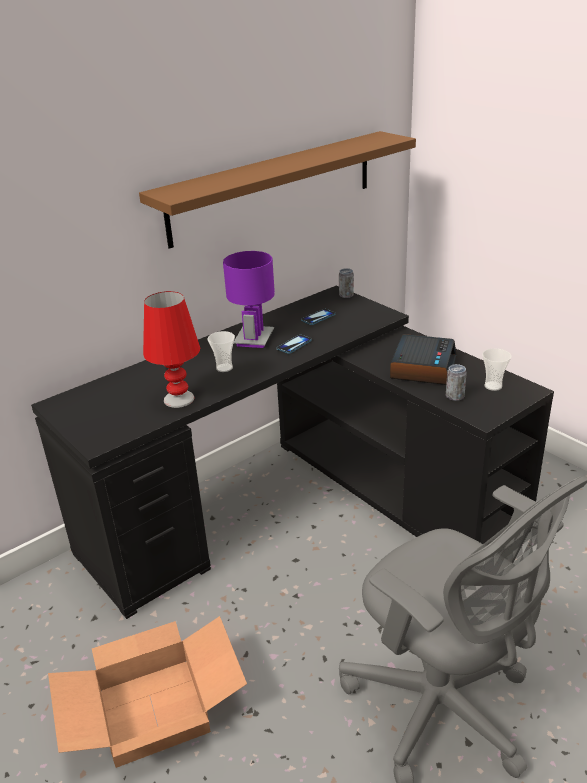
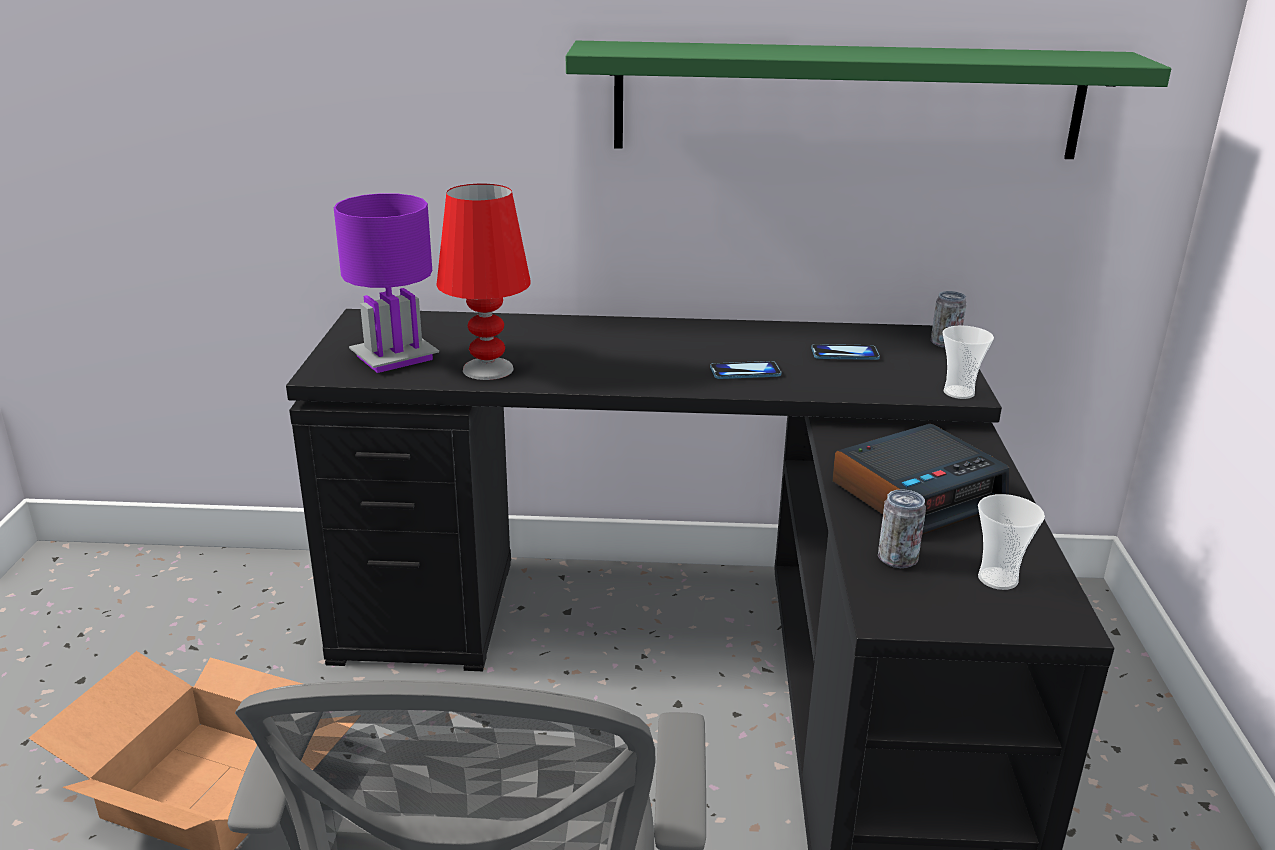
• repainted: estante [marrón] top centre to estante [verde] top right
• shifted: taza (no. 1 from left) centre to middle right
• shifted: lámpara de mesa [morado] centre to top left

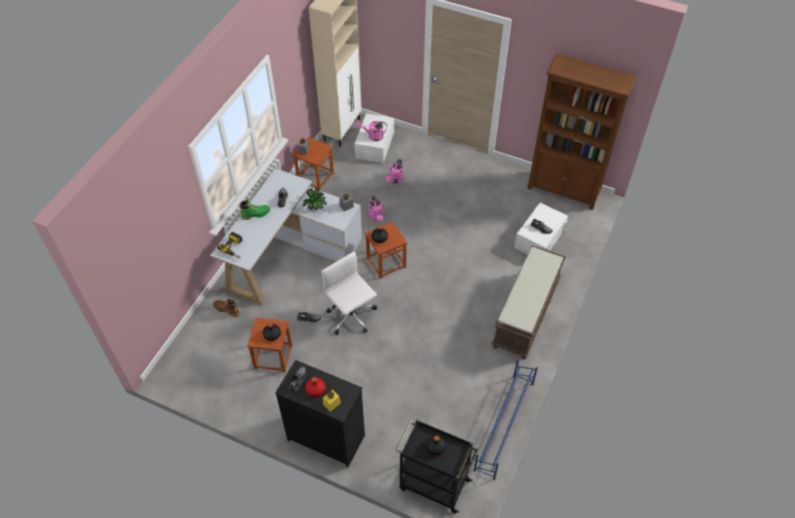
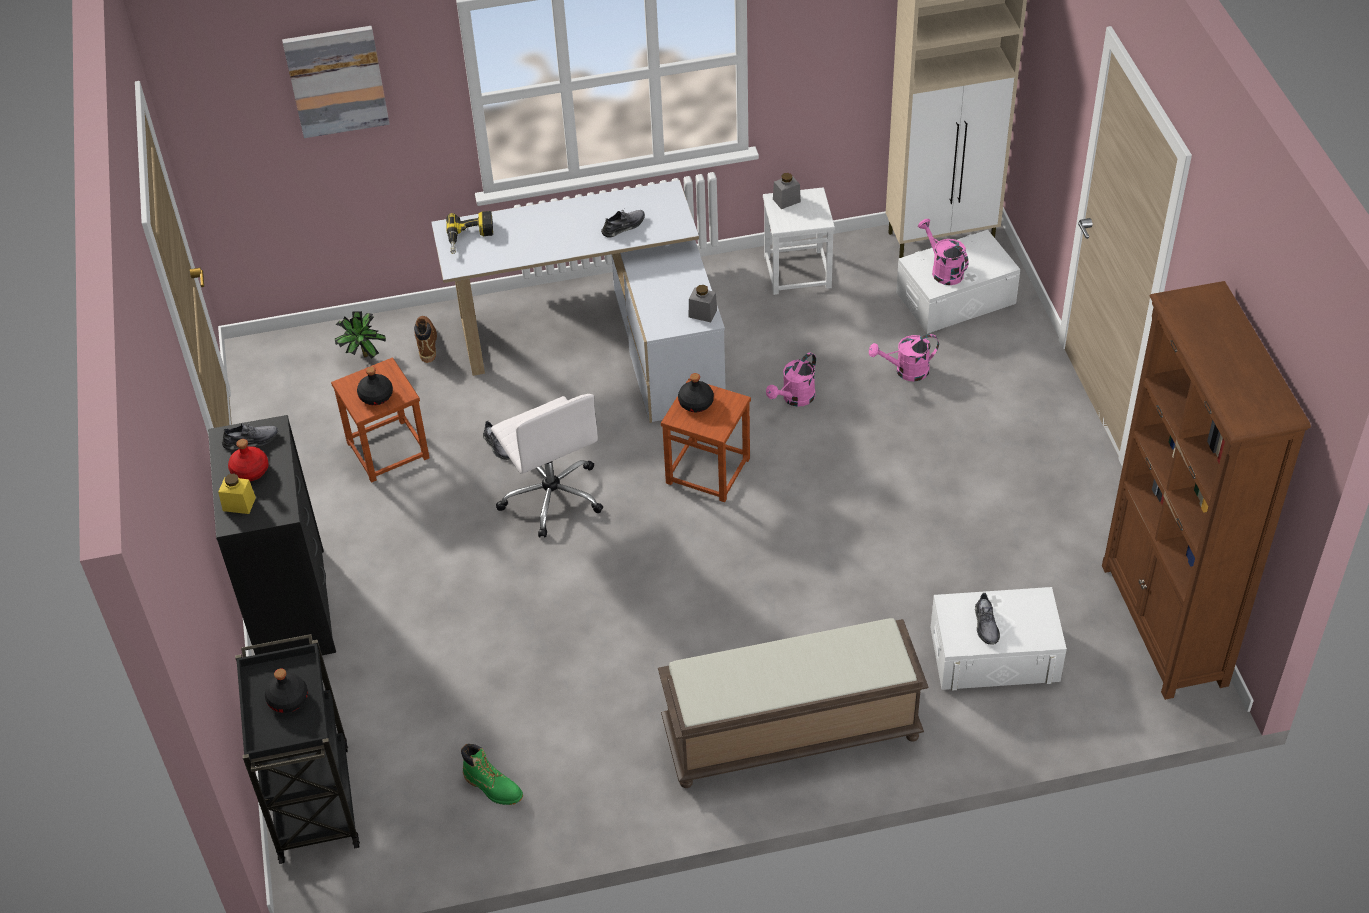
• shifted: bota [verde] middle left to bottom centre
• repainted: taburete [marrón] (no. 2 from left) top centre to taburete [blanco] top centre
• shifted: planta en maceta centre to middle left
• rotated: silla de oficina [blanco] centre = centre 135 degrees clockwise
• gone: zapatero [azul] bottom centre
• new: cuadro top left

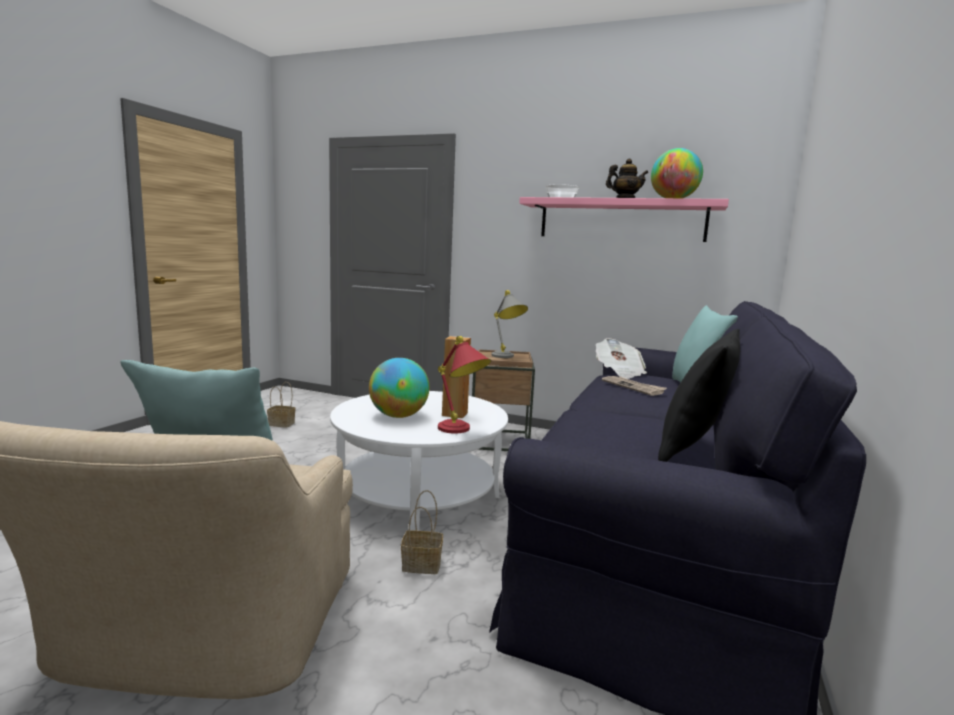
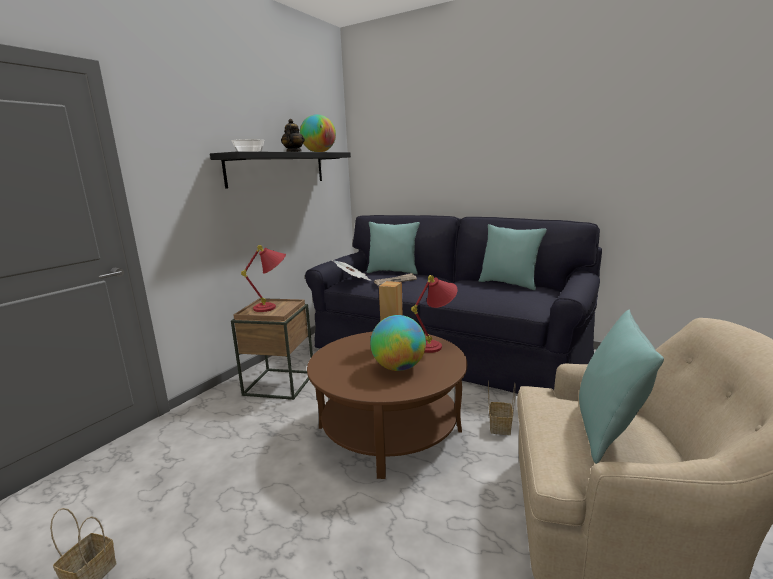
• repainted: mesa de centro [blanco] centre to mesa de centro [marrón] bottom centre
• repainted: lámpara de mesa [gris] centre to lámpara de mesa [rojo] (no. 1 from left) centre
• repainted: estante [rosa] top centre to estante [negro] top centre
• repainted: cojín [negro] middle right to cojín [turquesa] (no. 2 from left) centre

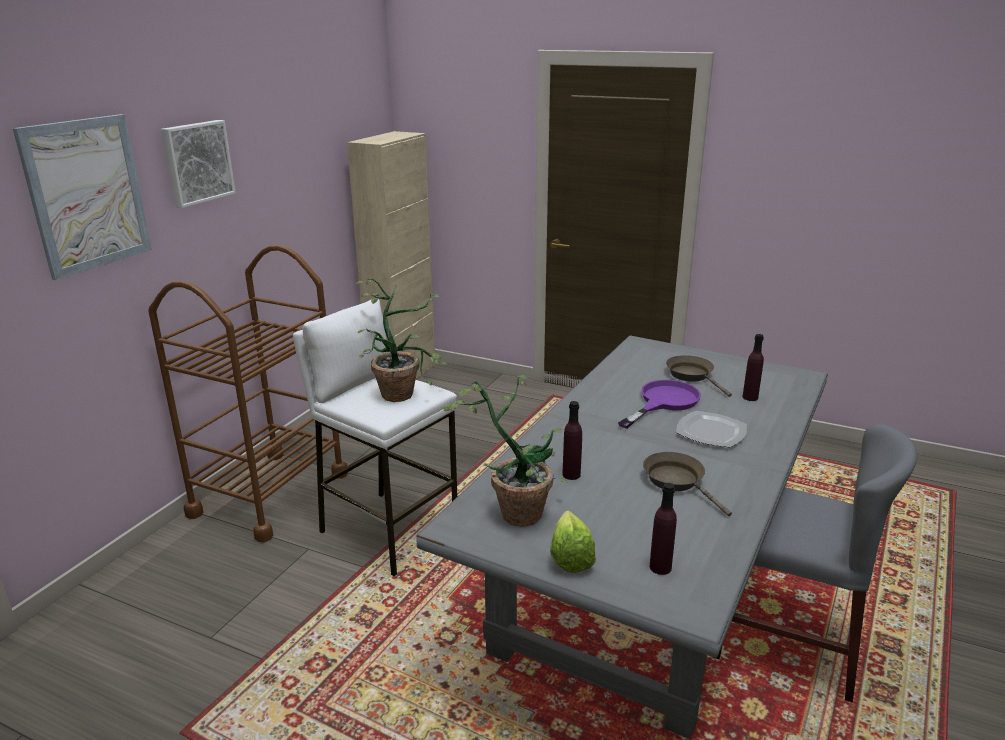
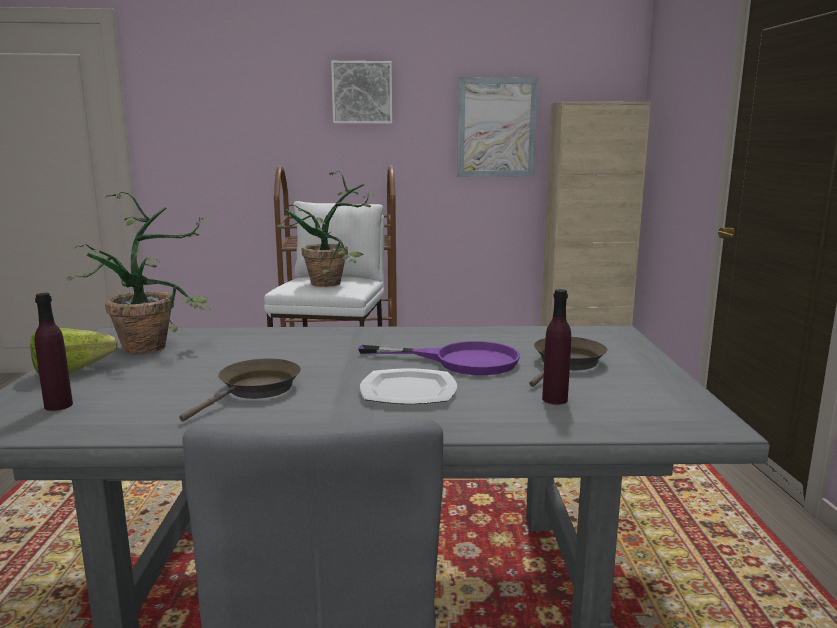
• shifted: cuadro (no. 1 from left in the first image) top left to cuadro (no. 2 from left) top centre
• gone: botella [morado] (no. 1 from left) centre

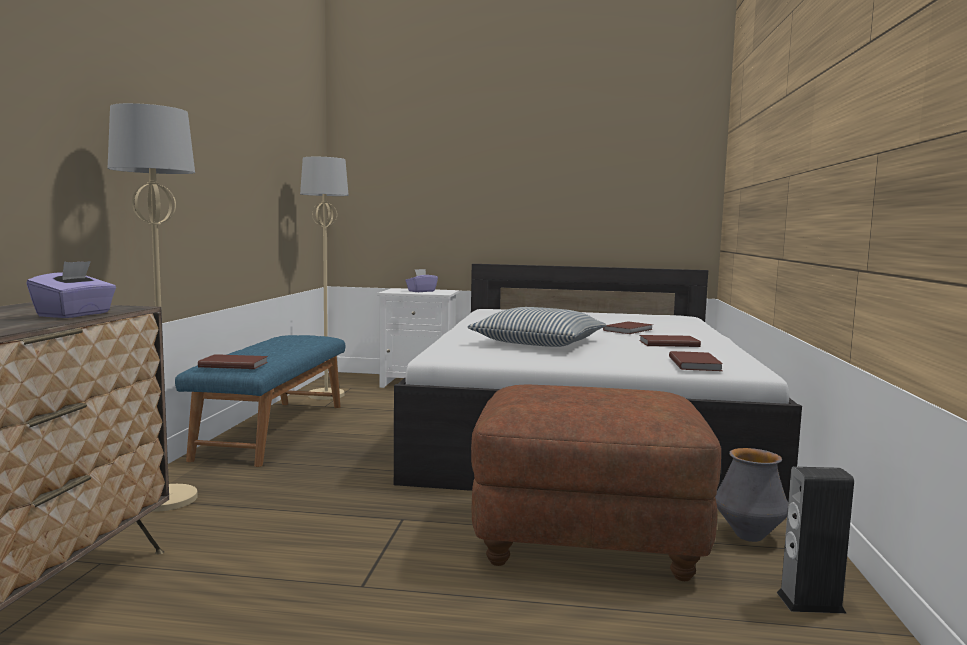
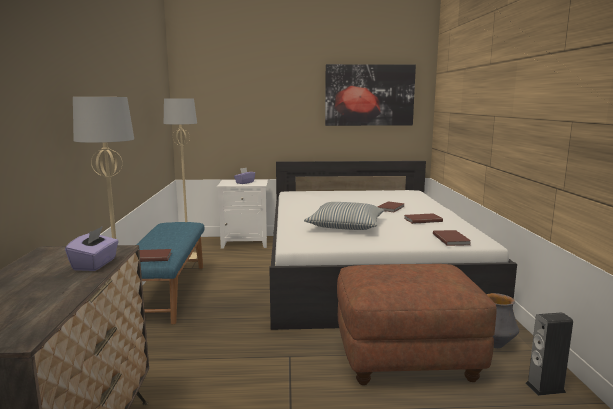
• new: cuadro top centre

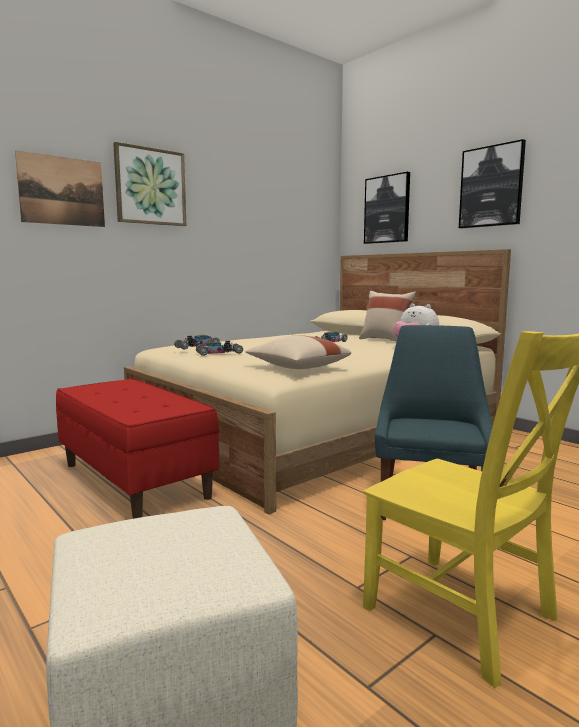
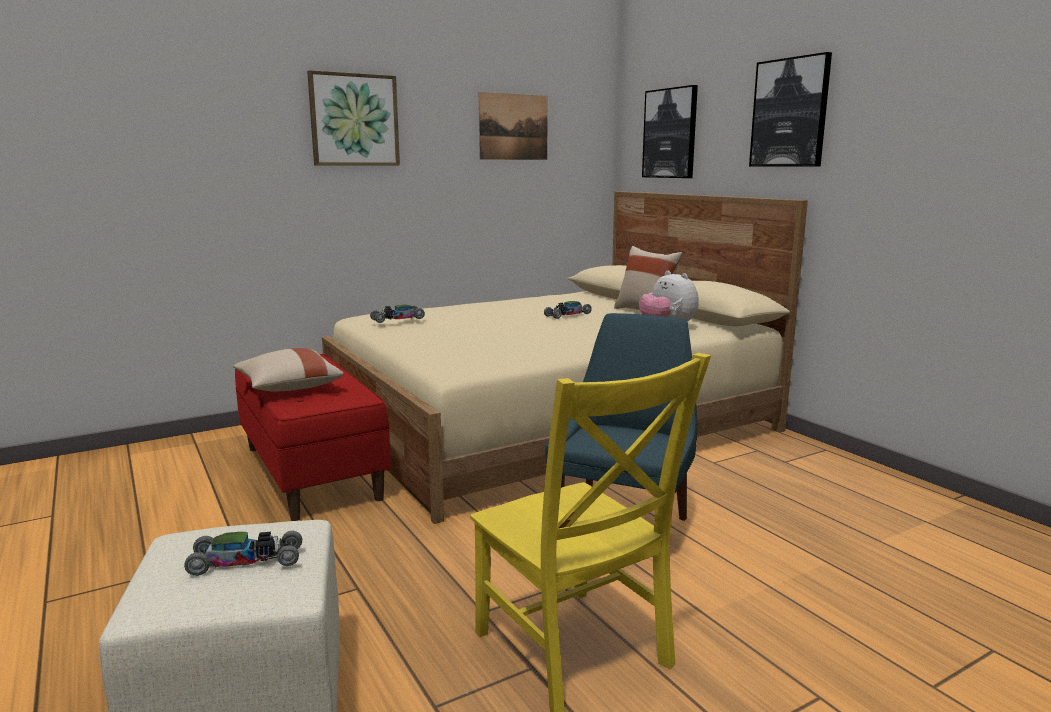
• shifted: cuadro (no. 1 from left in the first image) top left to cuadro (no. 2 from left) top centre
• shifted: coche de juguete (no. 2 from left in the first image) centre to coche de juguete (no. 1 from left) bottom left
• shifted: cojín [beis] (no. 1 from left) centre to middle left

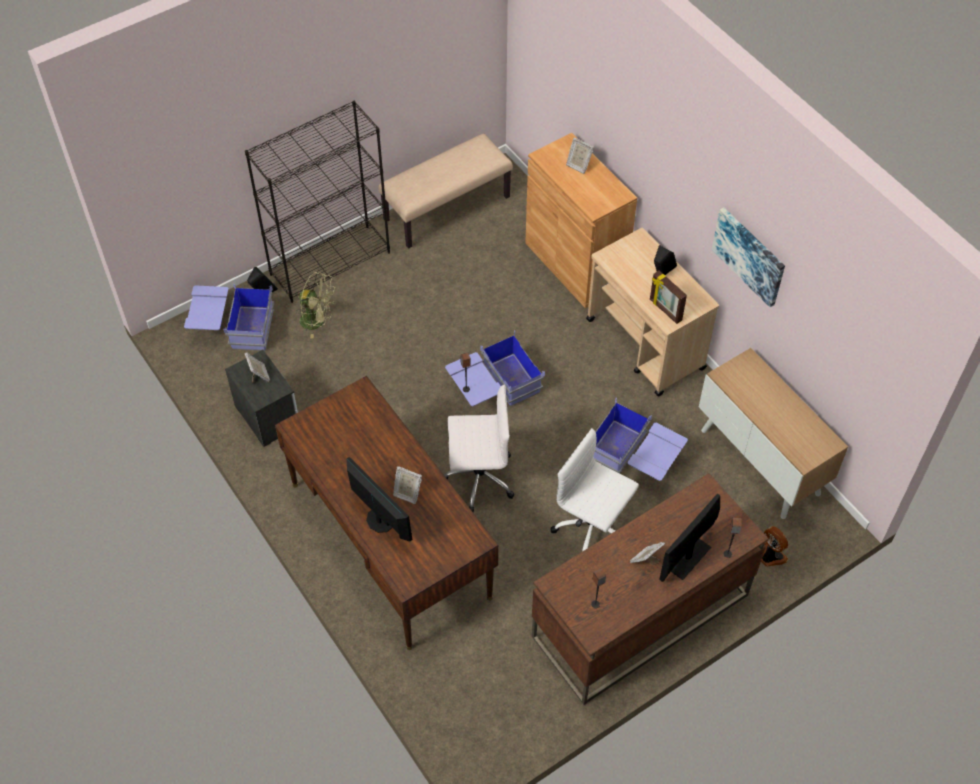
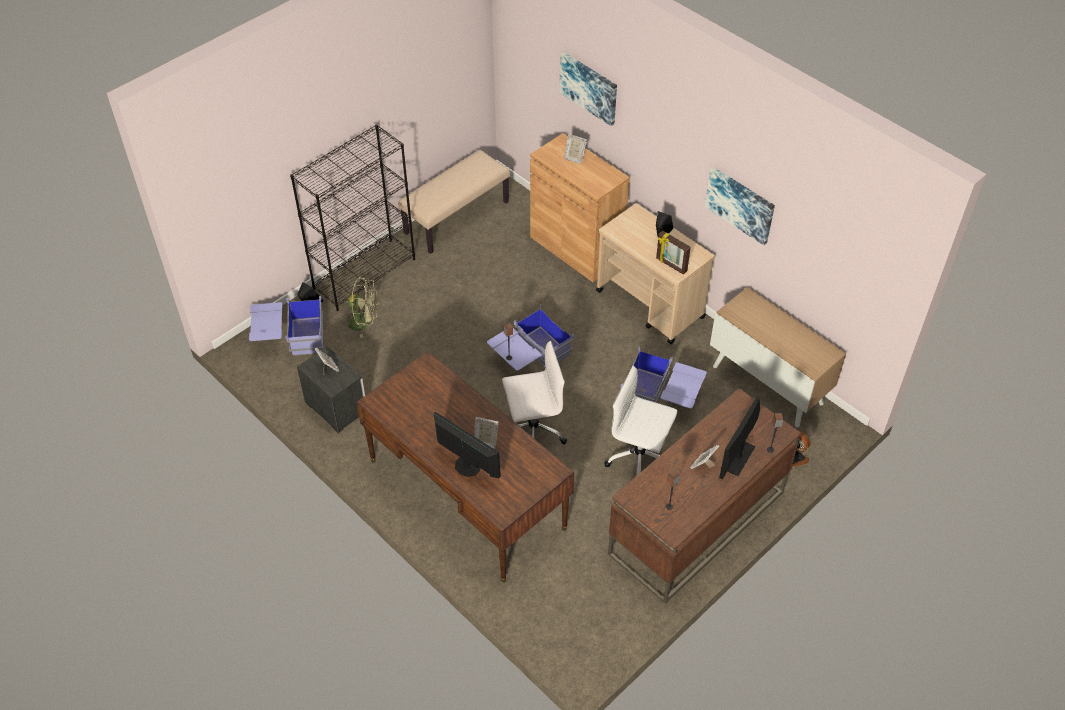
• new: cuadro (no. 1 from left) top centre

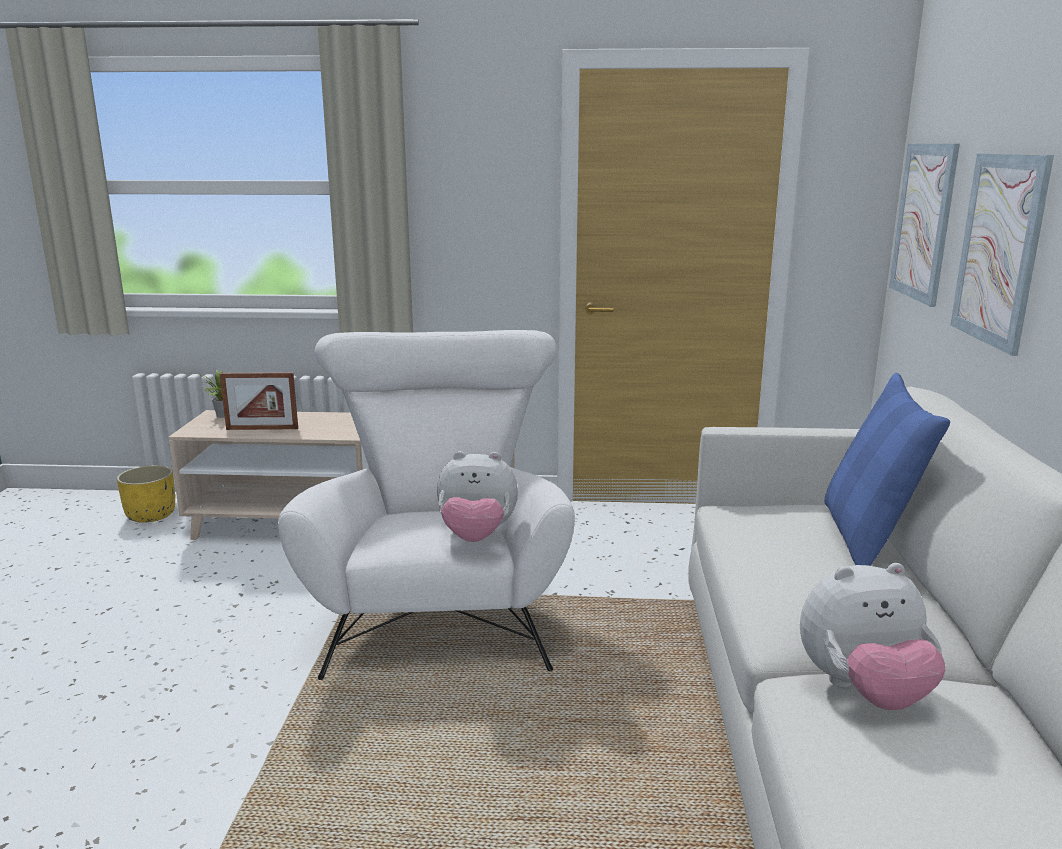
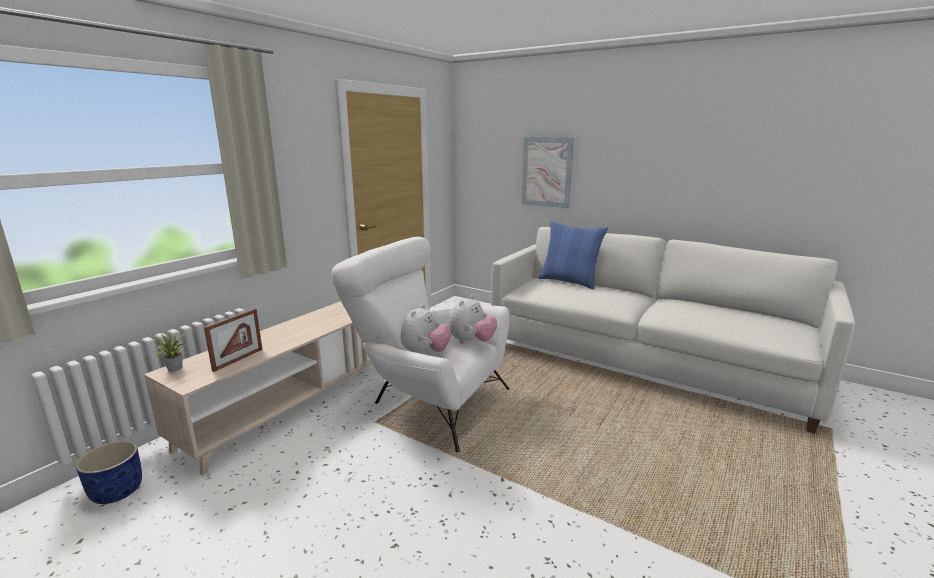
• repainted: maceta [amarillo] middle left to maceta [azul] bottom left
• shifted: peluche (no. 2 from left in the first image) bottom right to peluche (no. 1 from left) centre
• gone: cuadro (no. 1 from left) top right

